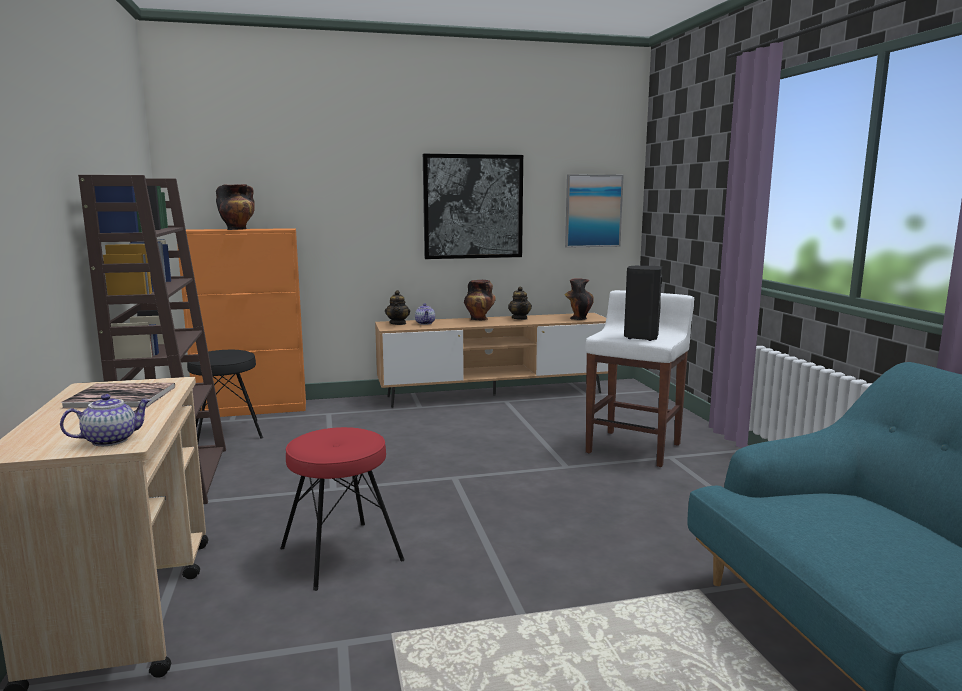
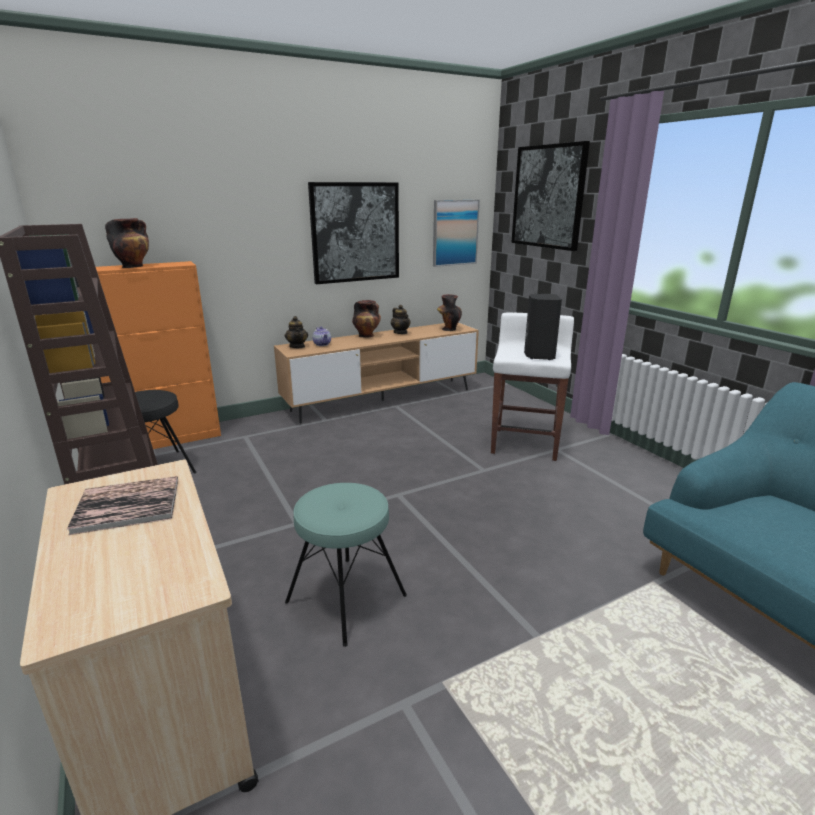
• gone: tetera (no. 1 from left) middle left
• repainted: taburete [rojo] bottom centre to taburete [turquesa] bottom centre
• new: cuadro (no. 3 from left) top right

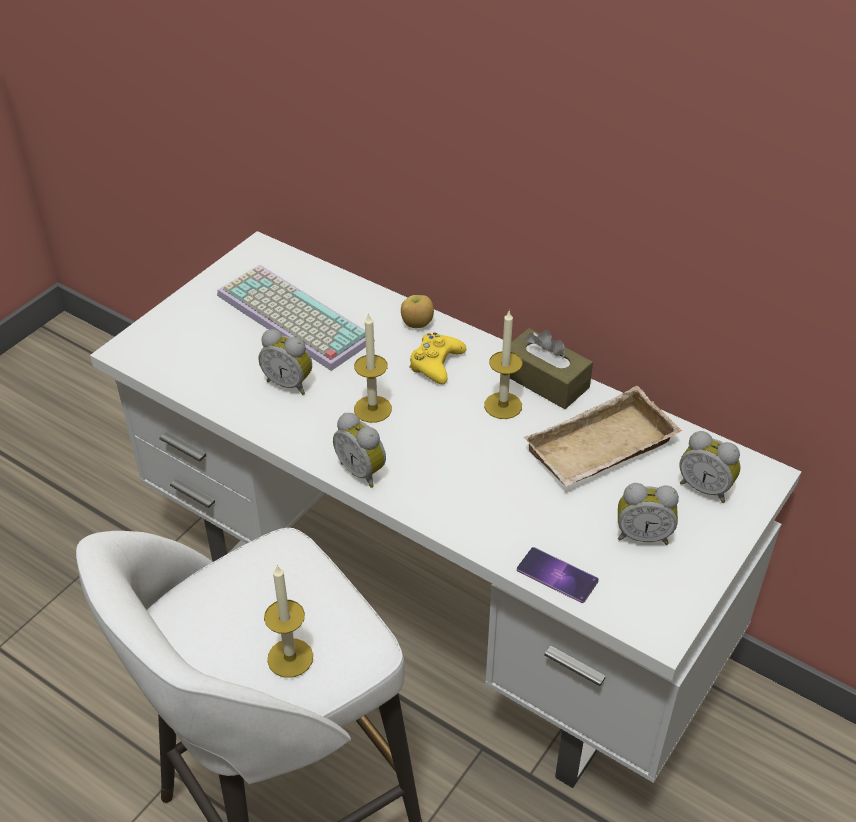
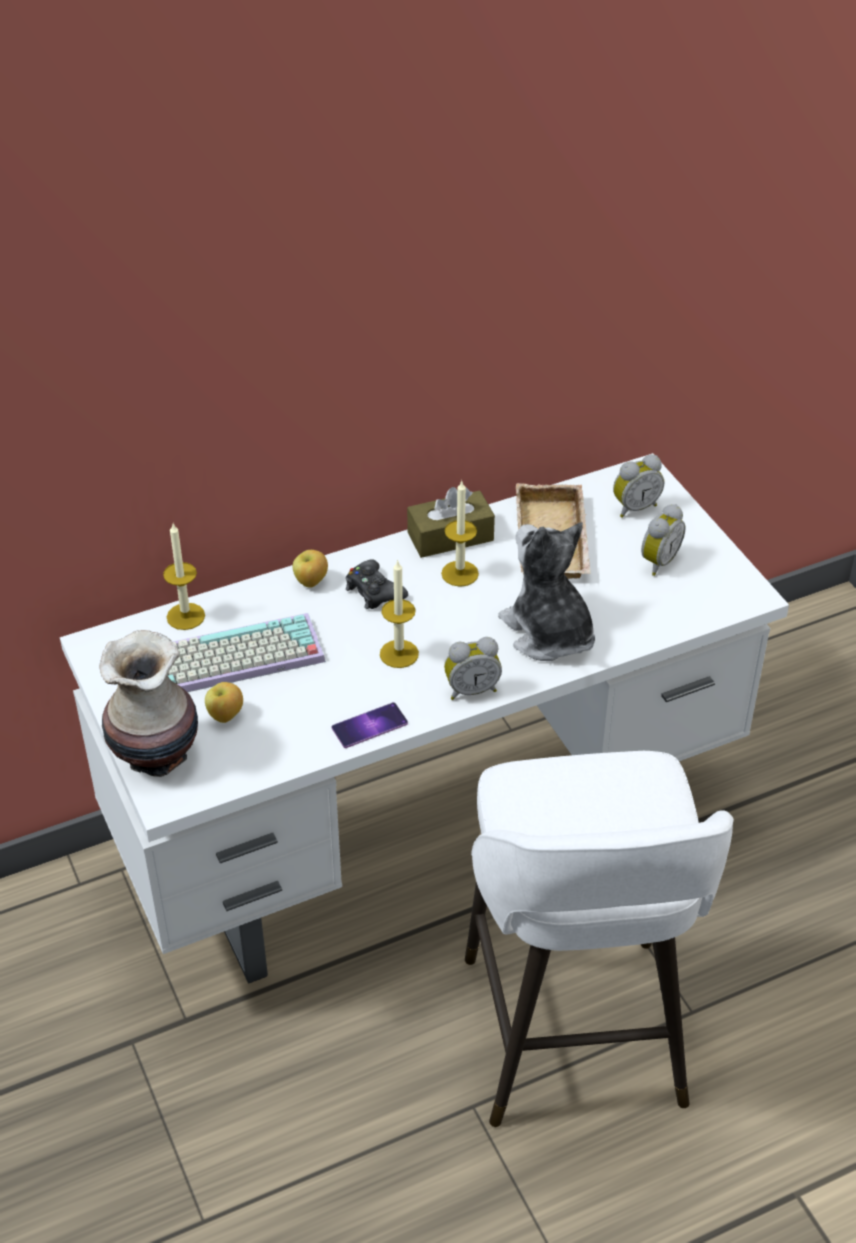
• gone: despertador (no. 1 from left) middle left
• shifted: vela (no. 1 from left) bottom centre to middle left
• repainted: mando de consola [amarillo] centre to mando de consola [negro] centre
• shifted: móvil bottom centre to centre
• new: florero middle left
• new: manzana (no. 1 from left) middle left
• new: peluche centre

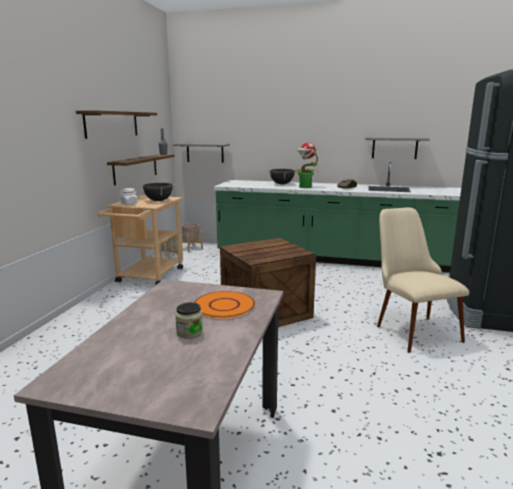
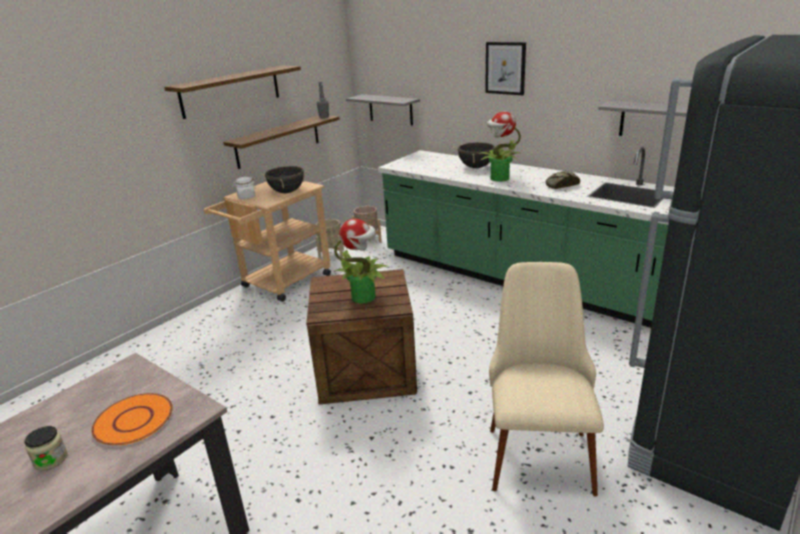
• new: planta en maceta (no. 1 from left) centre
• new: cuadro top centre

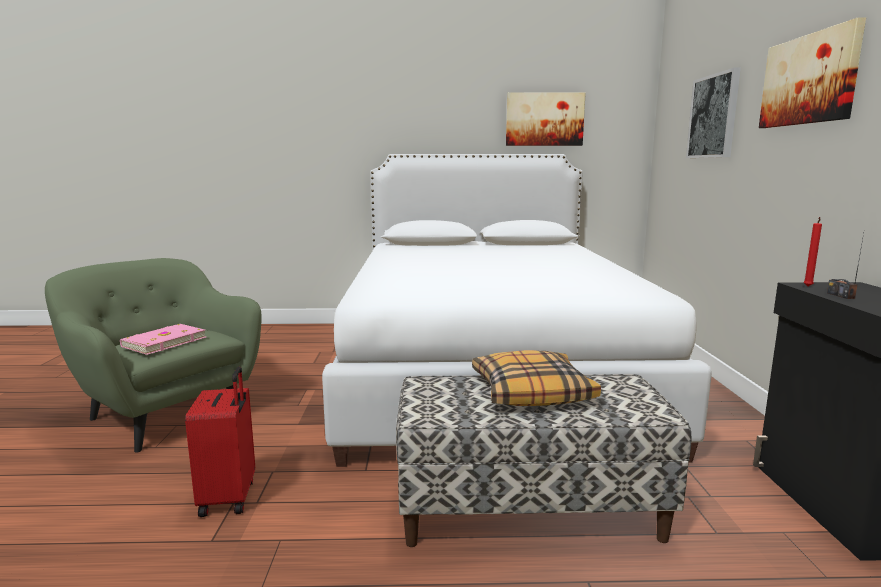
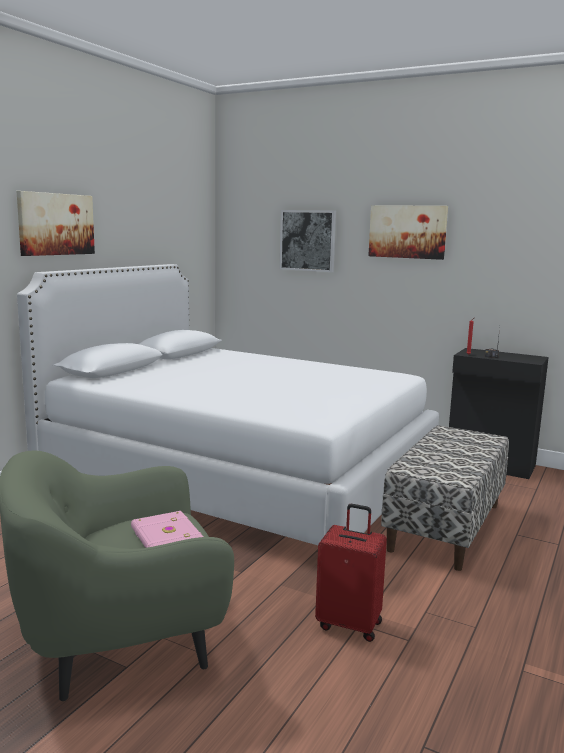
• gone: cojín centre
• shifted: cuadro (no. 1 from left) top centre to top left

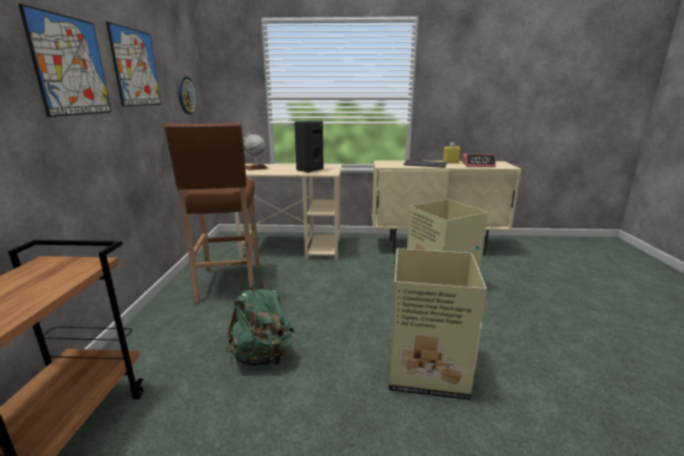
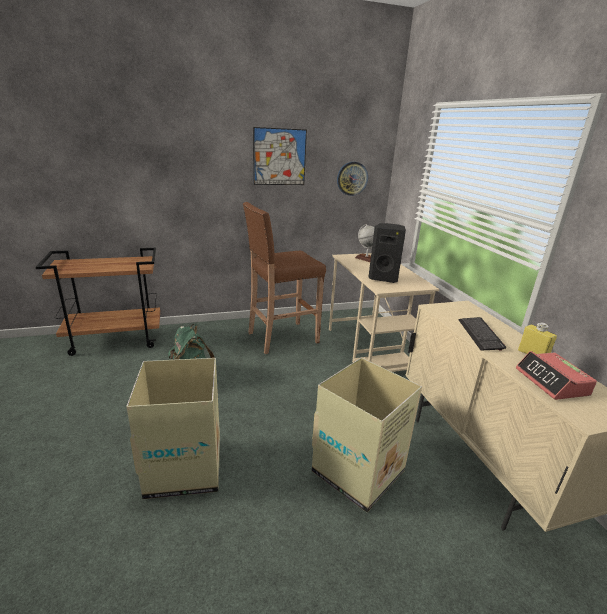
• gone: cuadro (no. 1 from left) top left

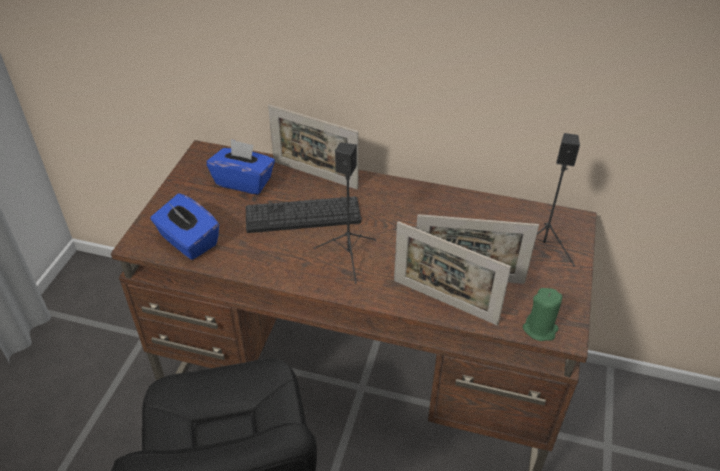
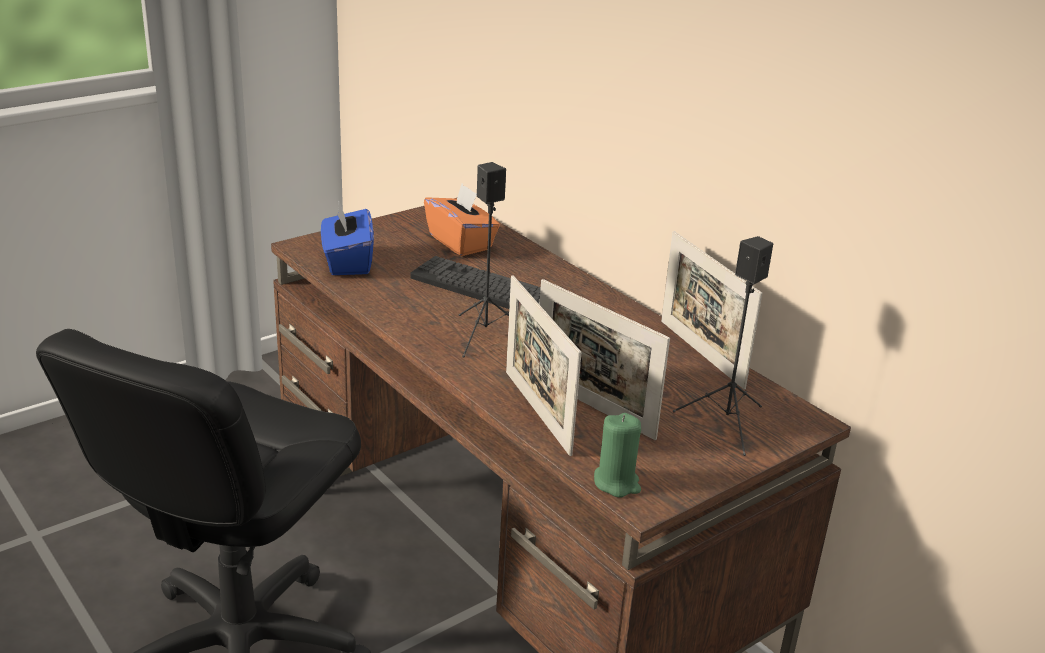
• repainted: caja de pañuelos [azul] (no. 2 from left) centre to caja de pañuelos [naranja] centre
• shifted: portarretratos (no. 1 from left in the first image) top centre to portarretratos (no. 3 from left) middle right

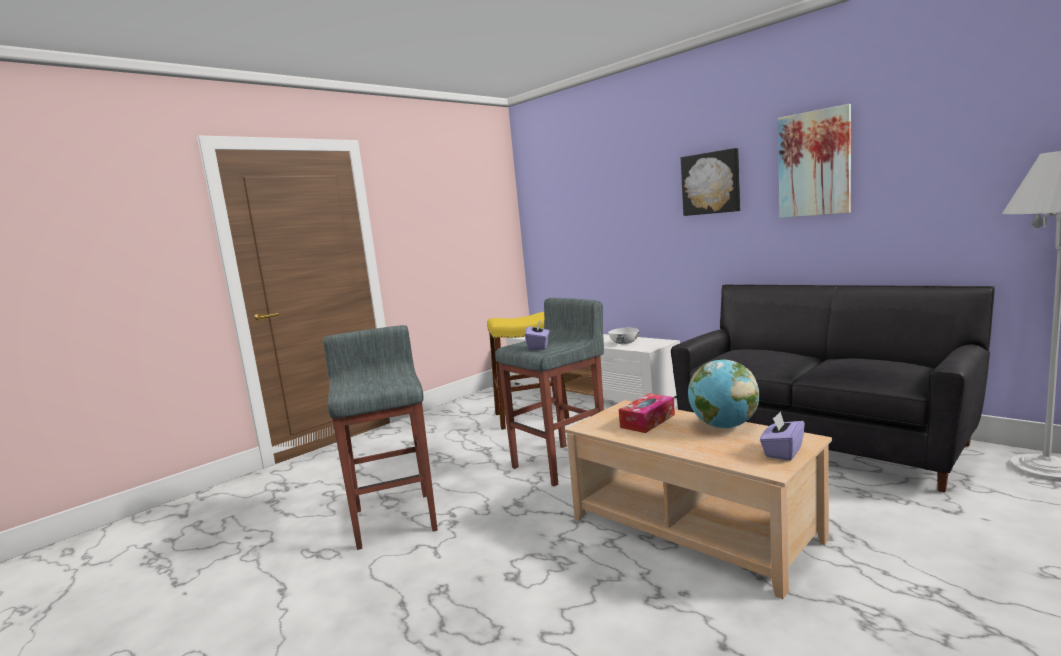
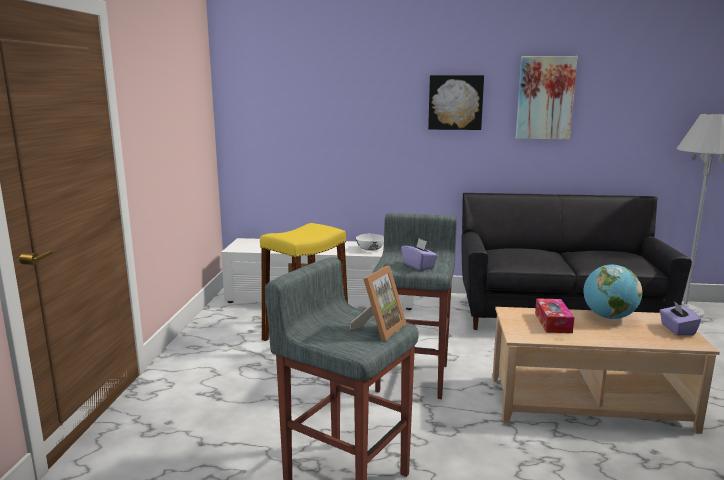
• new: portarretratos centre

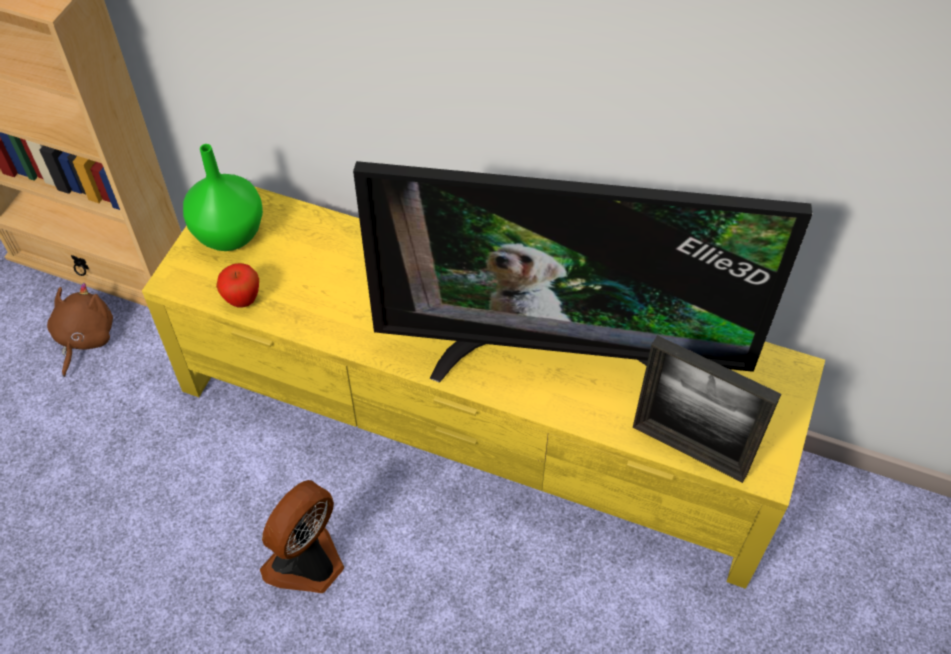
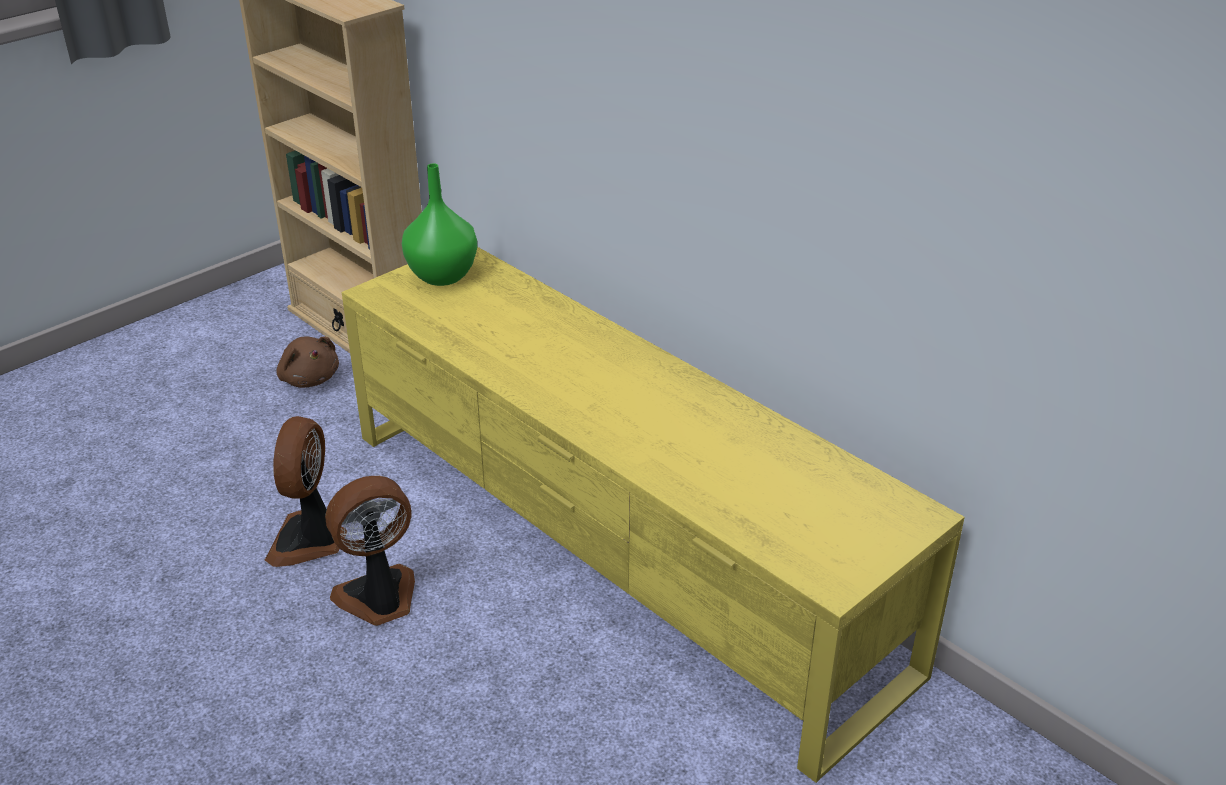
• rotated: peluche [marrón] middle left = middle left 105 degrees clockwise
• gone: manzana middle left
• gone: televisor centre
• gone: portarretratos middle right
• new: ventilador (no. 1 from left) middle left

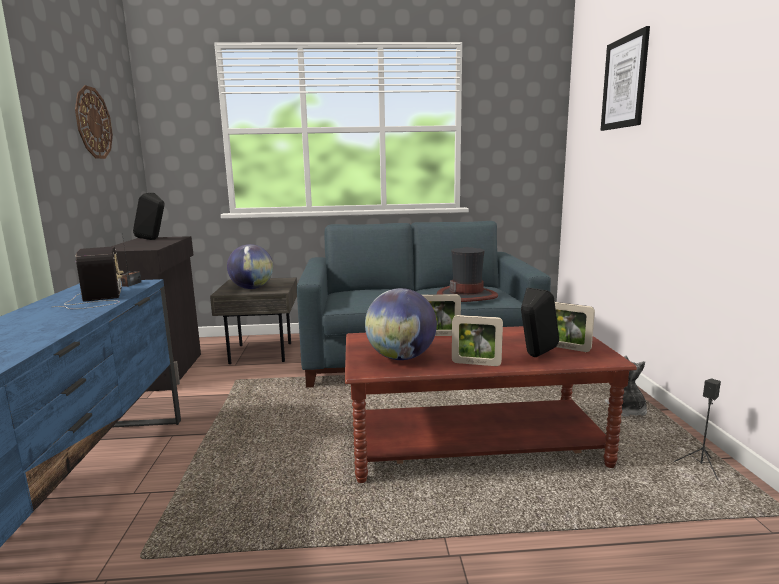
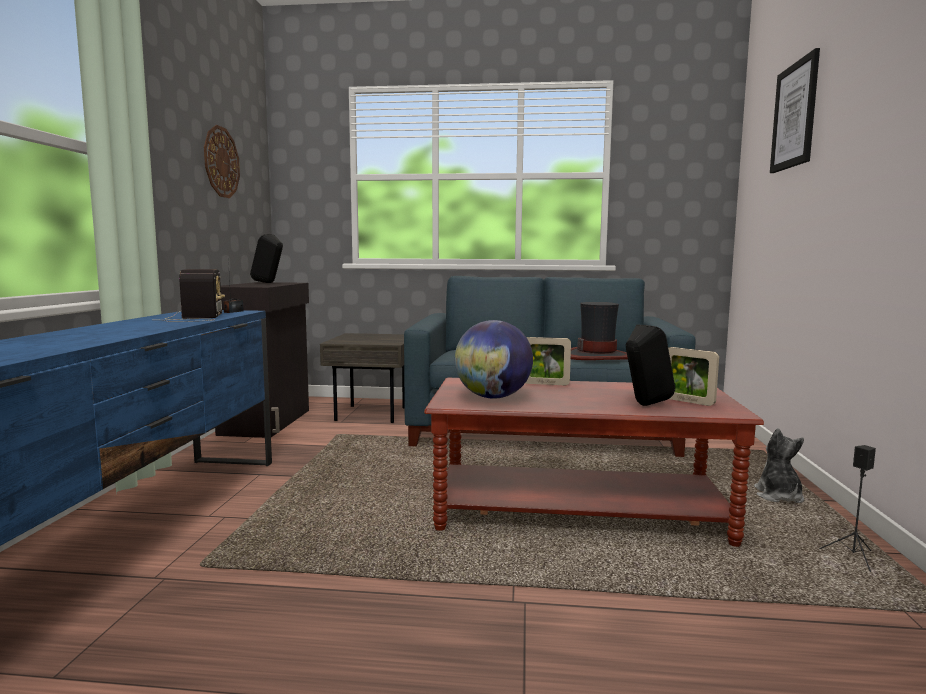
• gone: globo terráqueo (no. 1 from left) middle left
• gone: portarretratos (no. 2 from left) centre

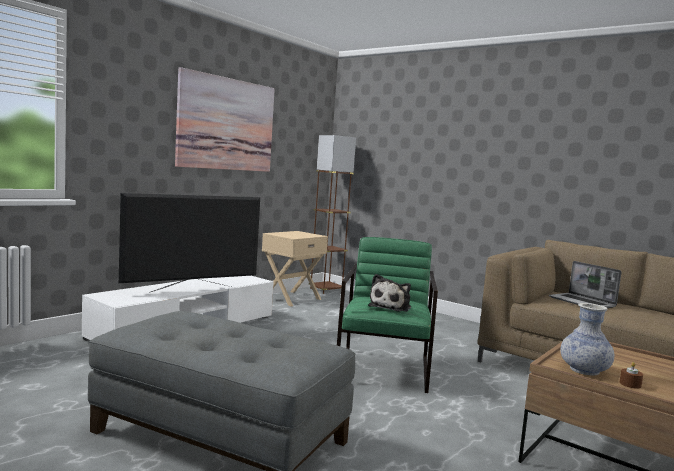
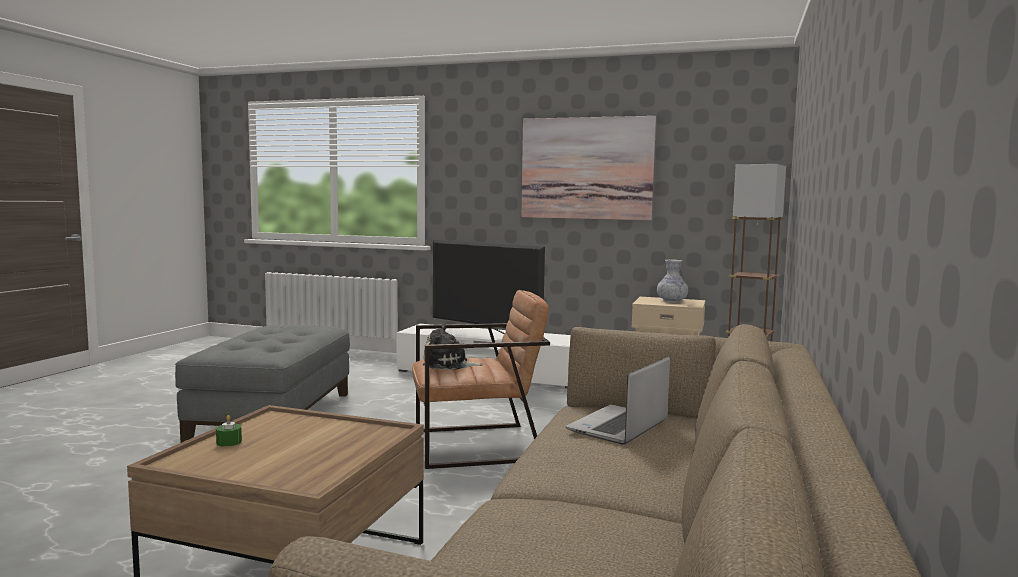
• repainted: sillón [verde] bottom centre to sillón [marrón] centre
• shifted: florero bottom right to centre
• repainted: vela [marrón] bottom right to vela [verde] bottom left

